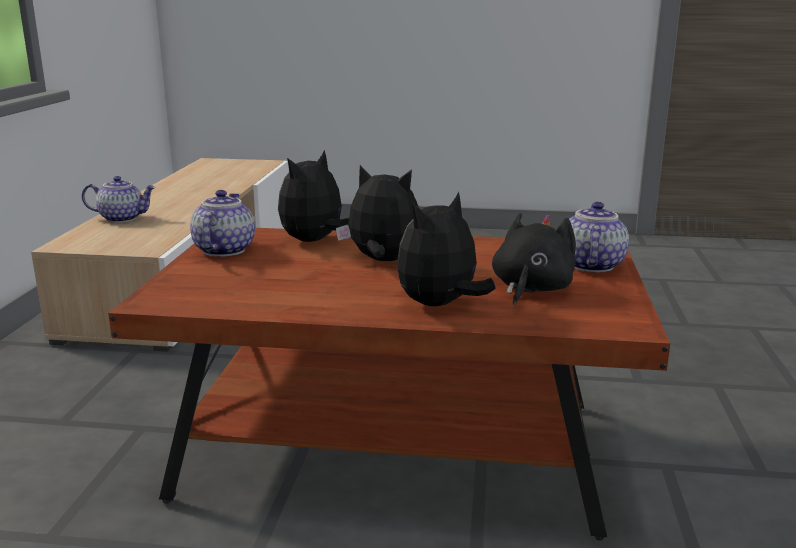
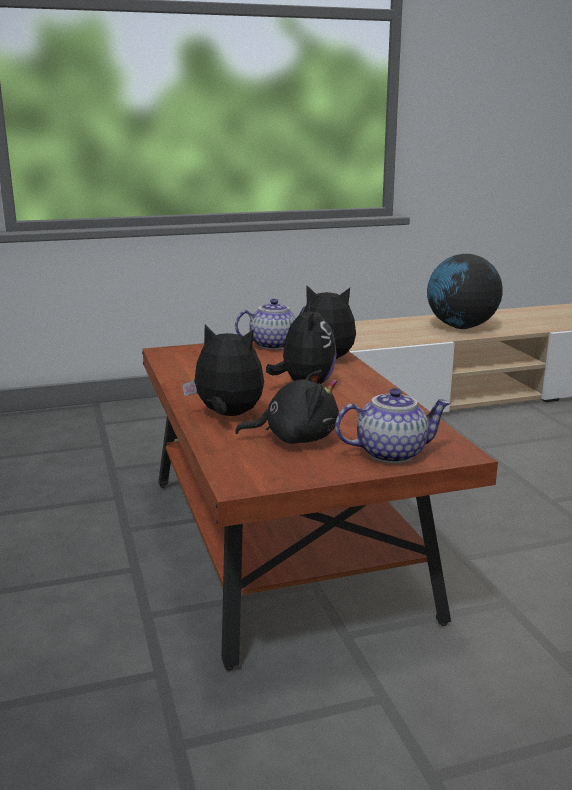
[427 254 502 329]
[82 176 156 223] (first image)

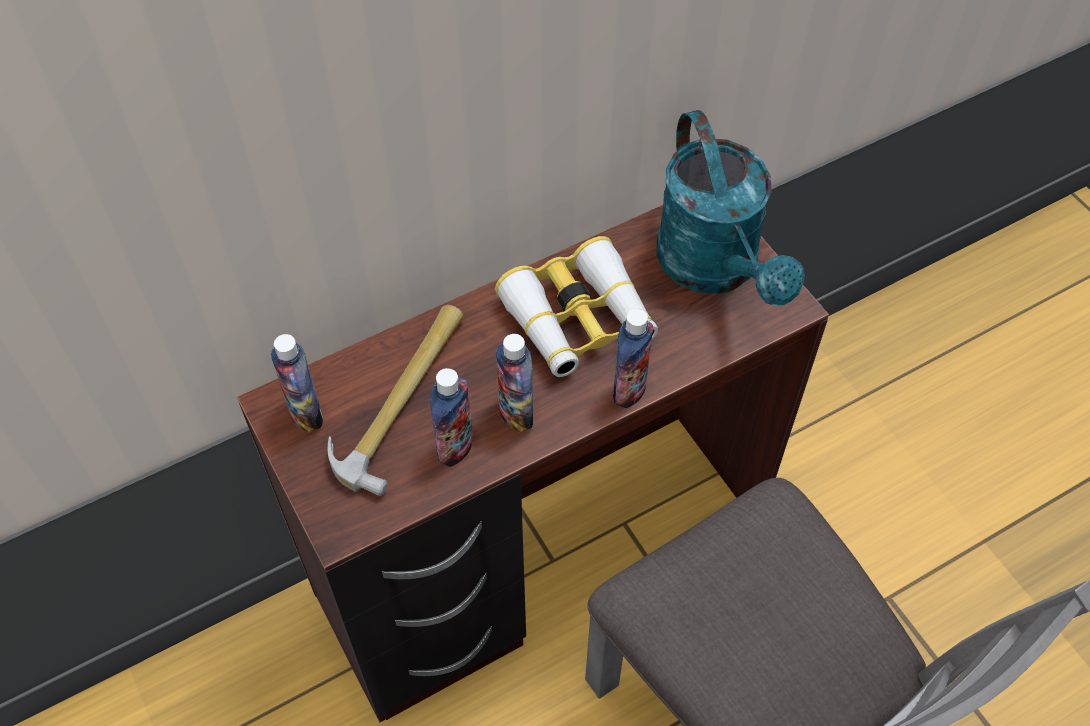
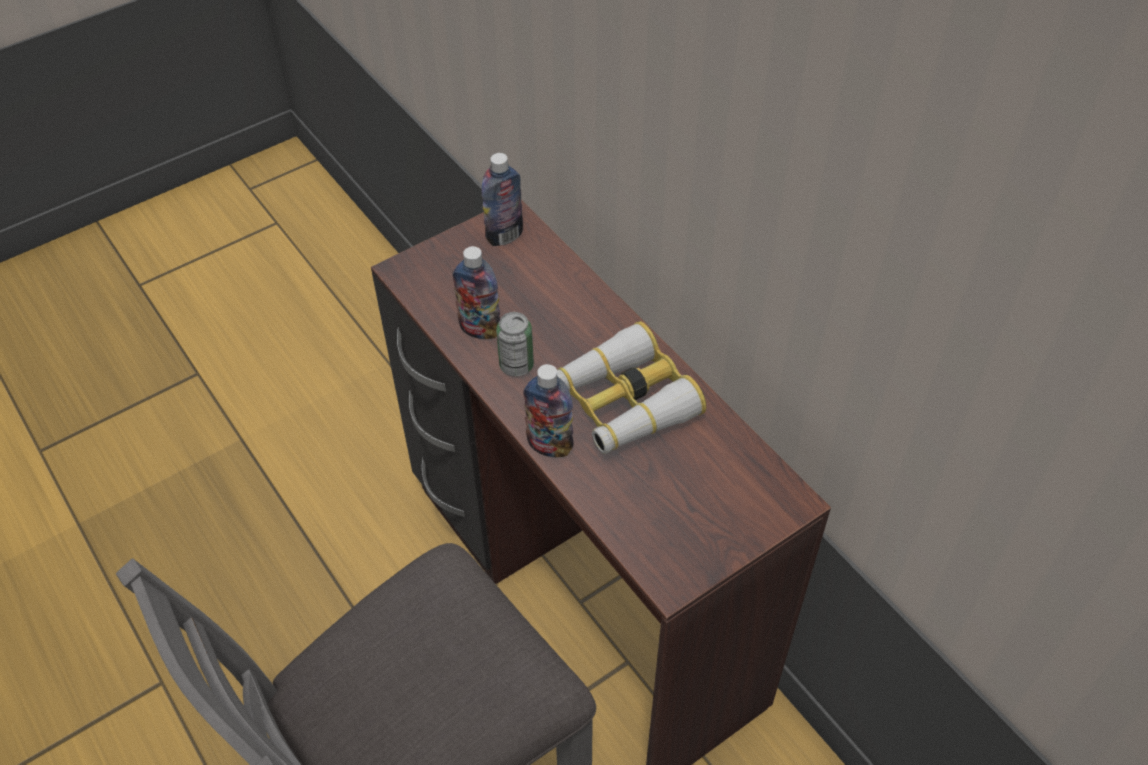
[496 312 534 377]
[327 305 463 496] (first image)
[656 110 805 306] (first image)

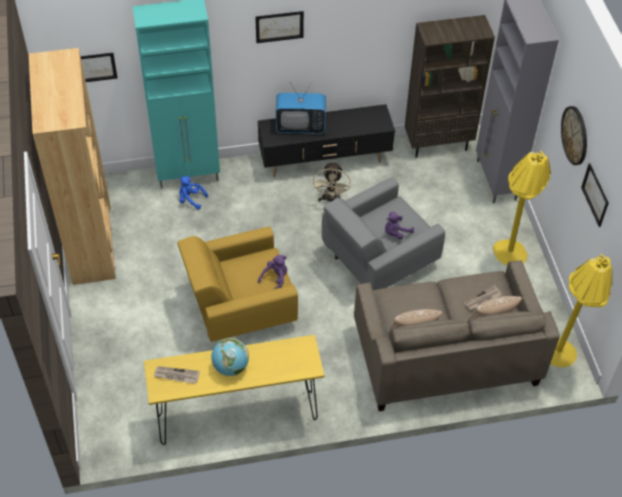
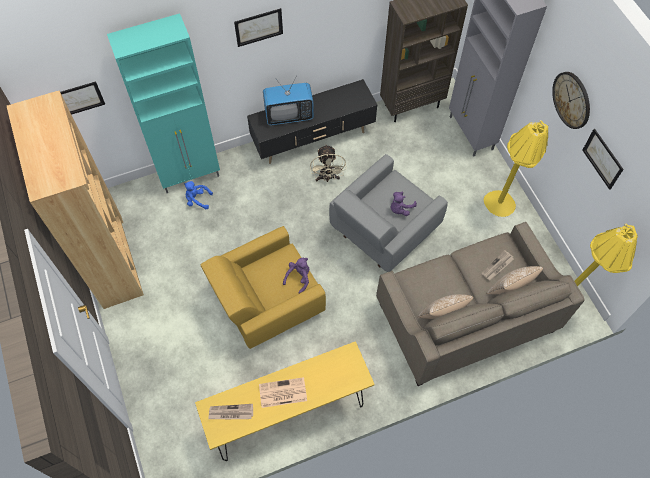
[259 377 307 408]

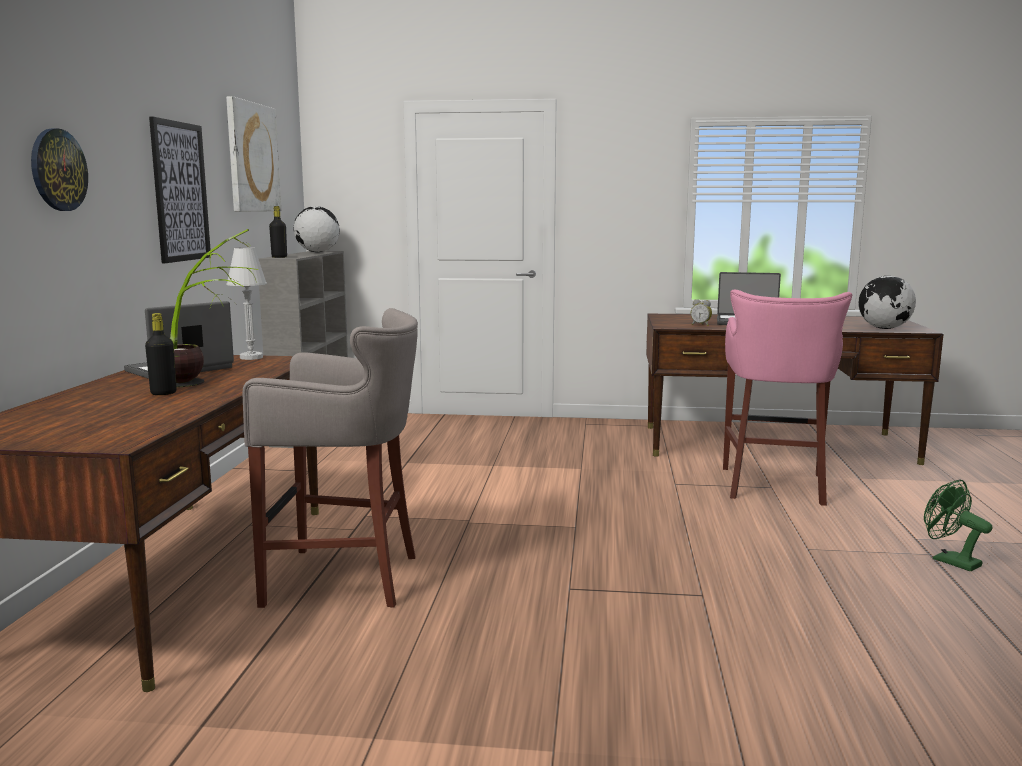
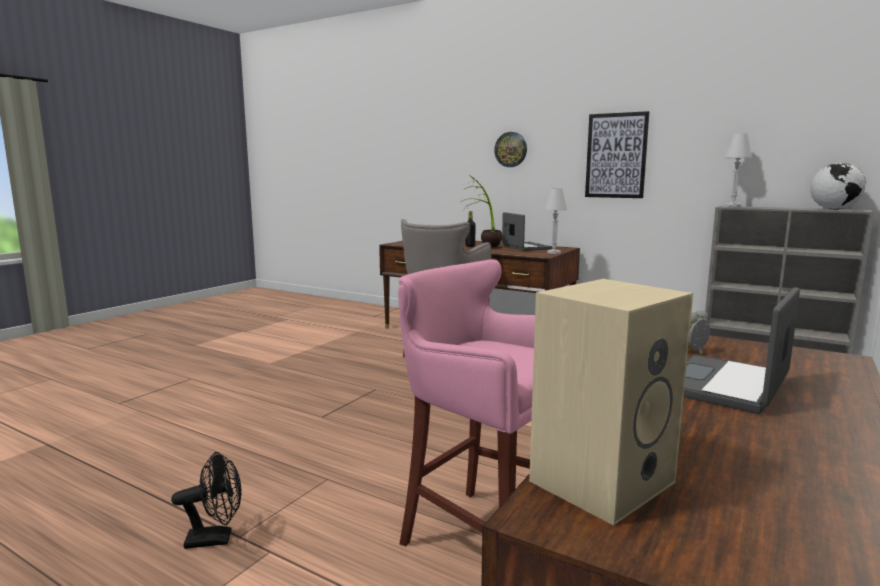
[171 452 241 549]
[529 279 693 525]
[724 134 752 207]
[226 96 281 212] (first image)

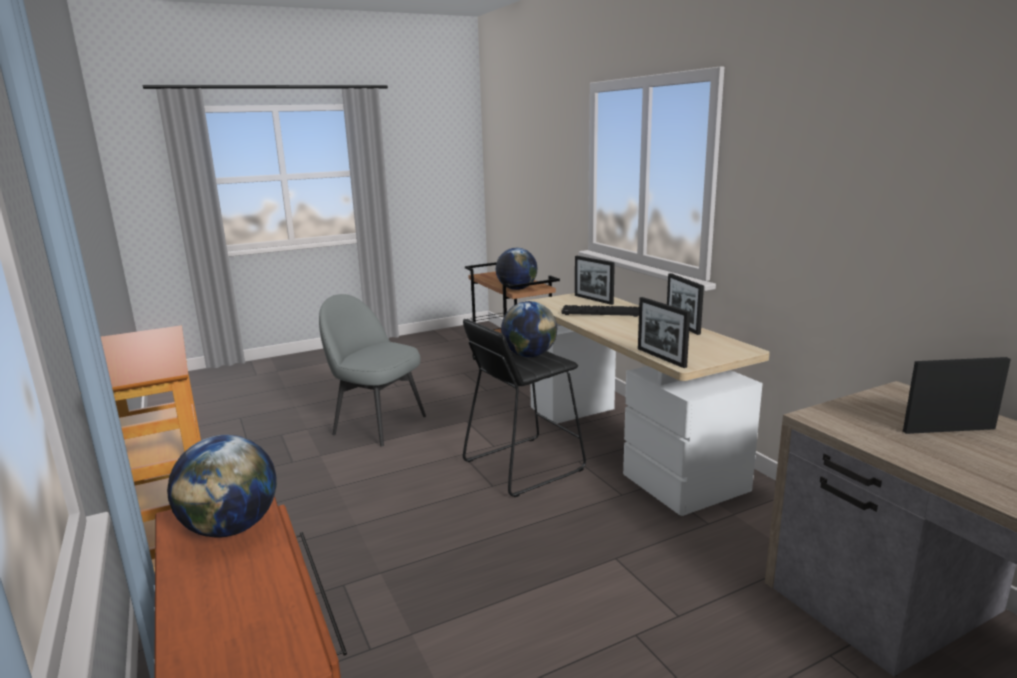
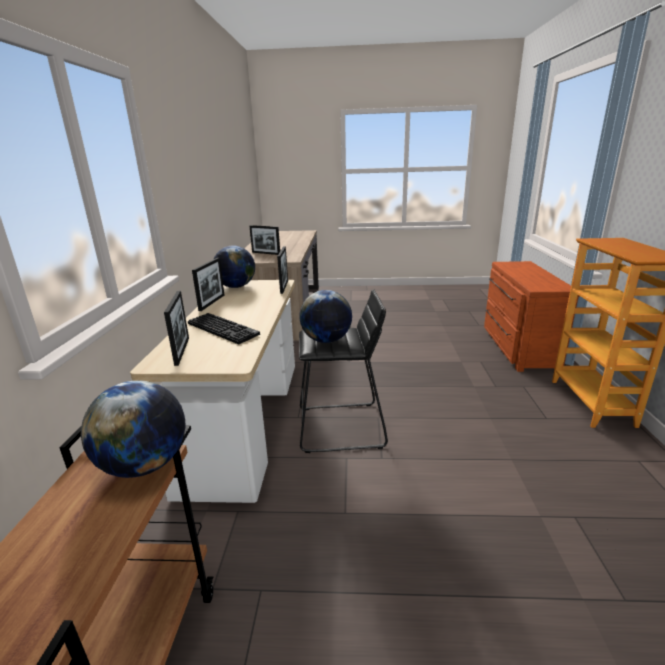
[214 245 255 288]
[319 294 426 446] (first image)

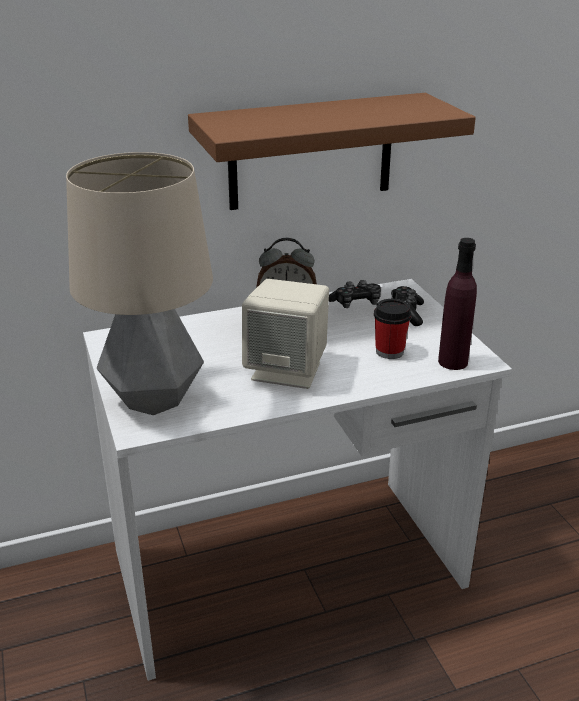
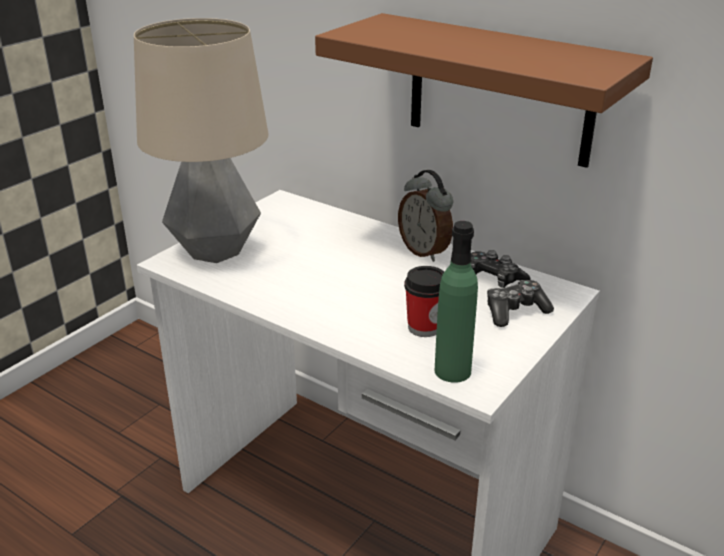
[435 221 478 383]
[242 279 329 389] (first image)

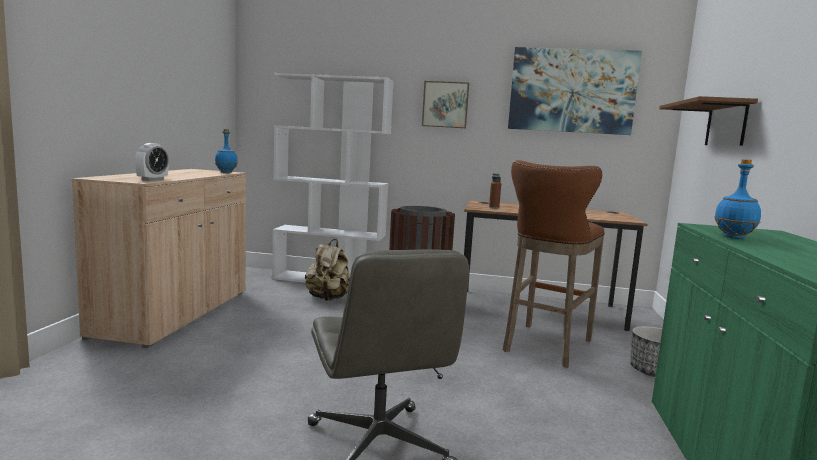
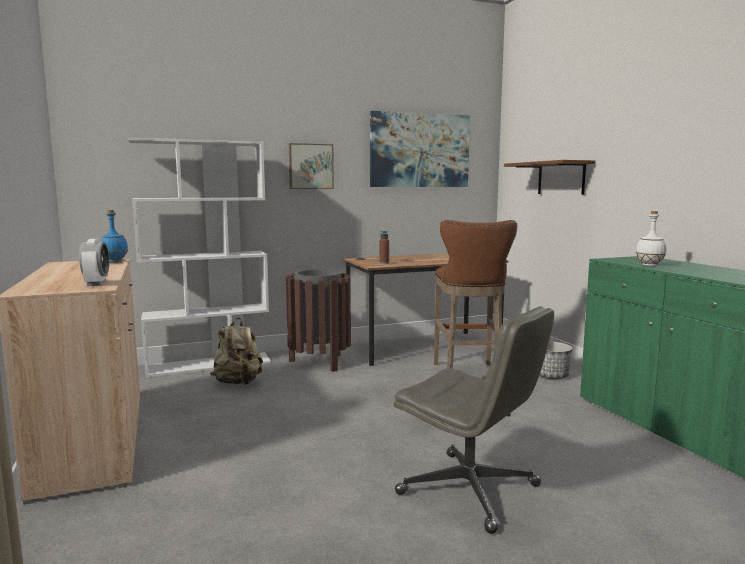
[636 211 666 266]

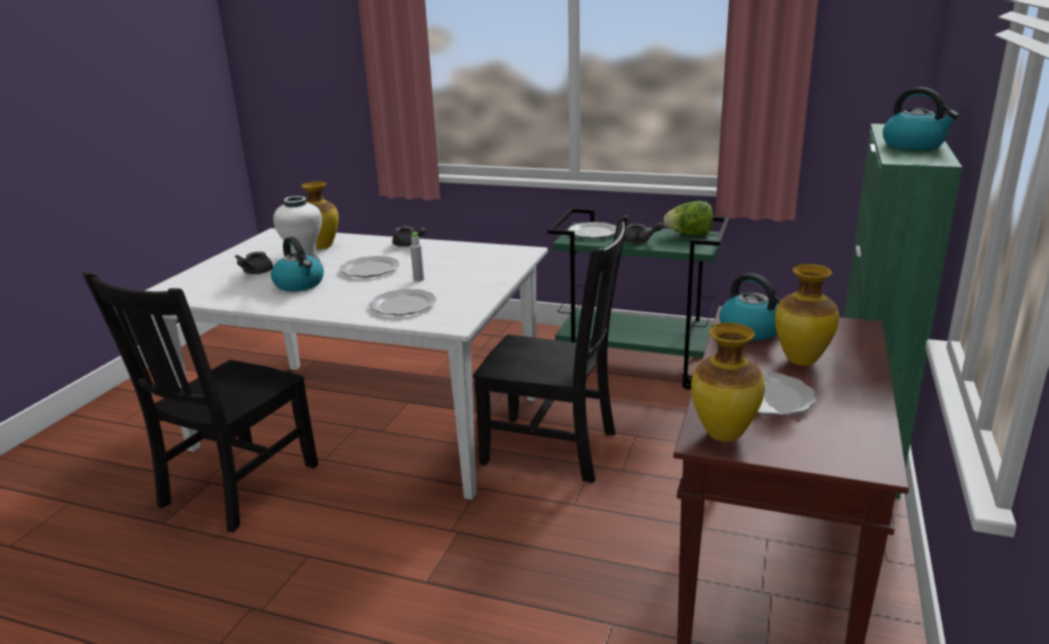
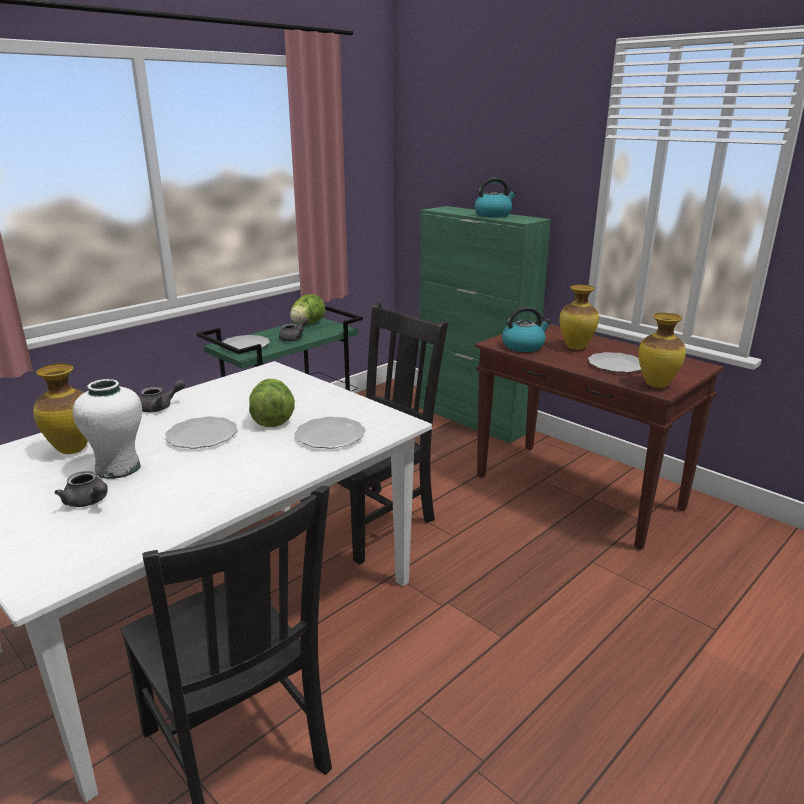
[249 379 295 427]
[271 237 324 292] (first image)

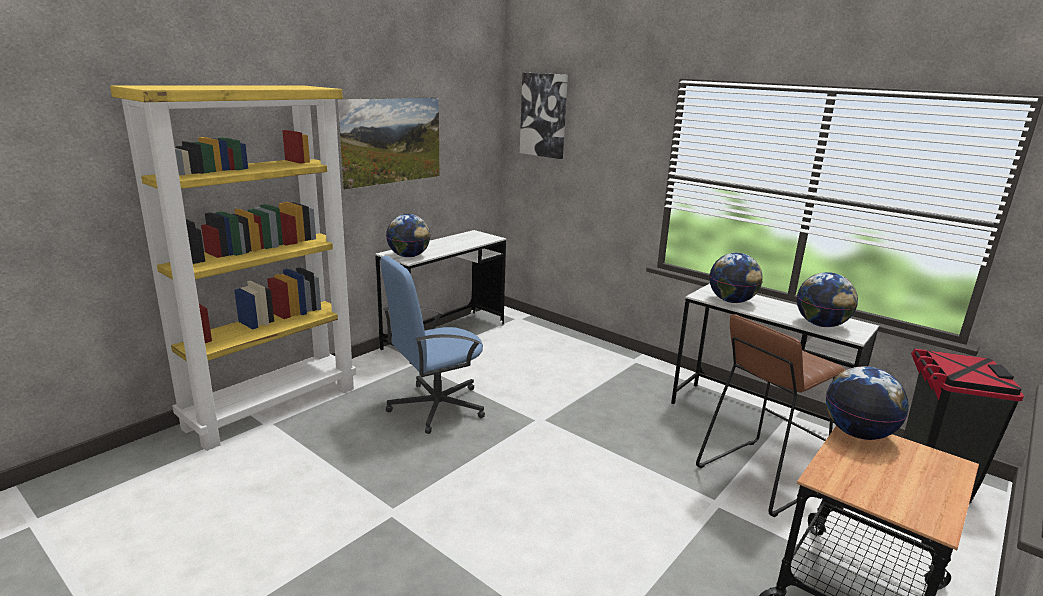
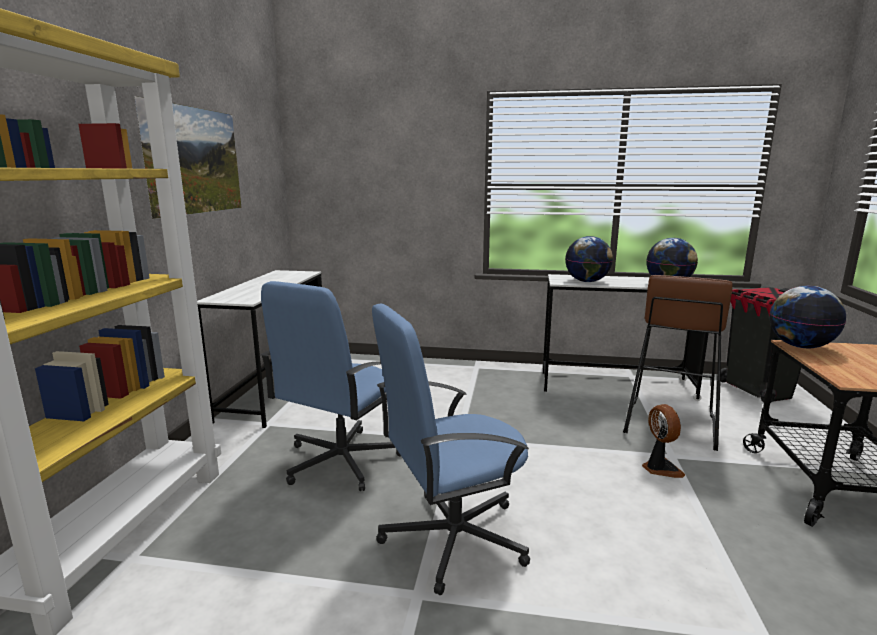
[372 304 530 595]
[642 404 685 478]
[386 214 430 257] (first image)
[520 73 568 159] (first image)

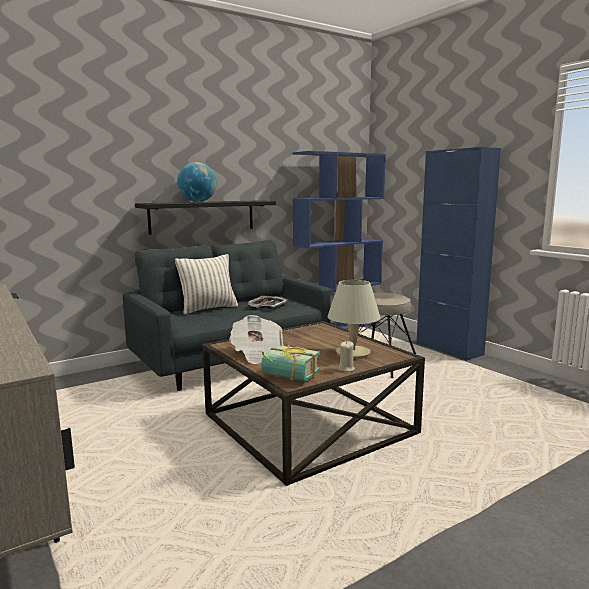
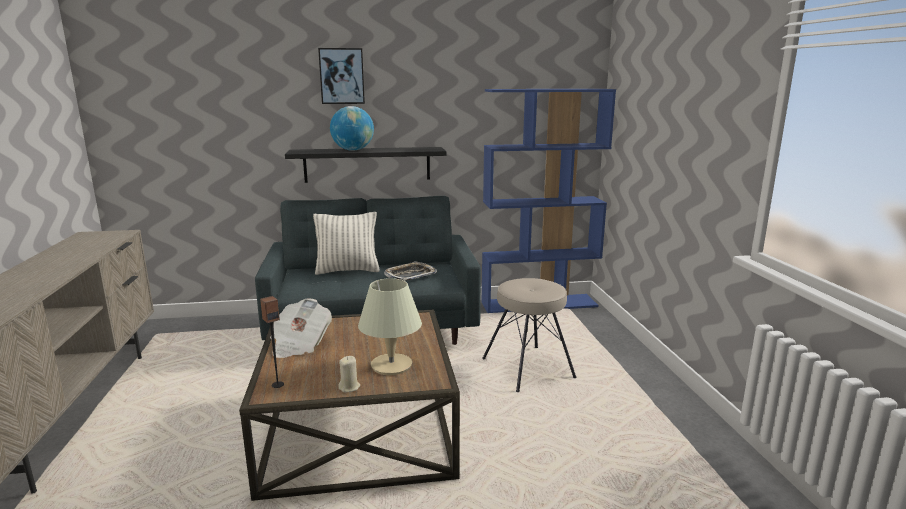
[260 296 284 388]
[318 48 365 104]
[416 147 501 361] (first image)

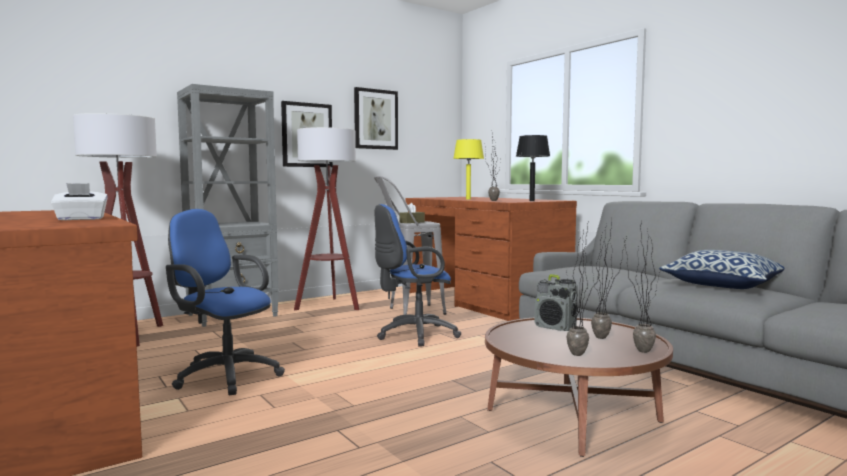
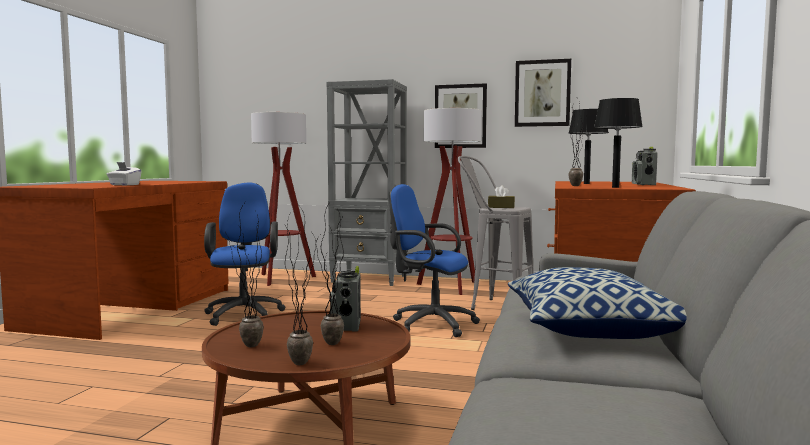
[568 109 609 184]
[632 147 658 185]

